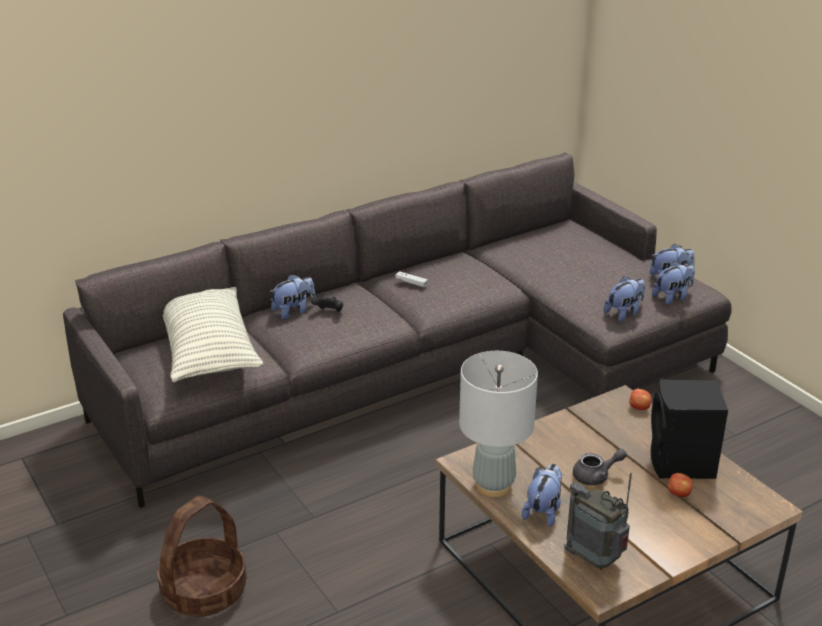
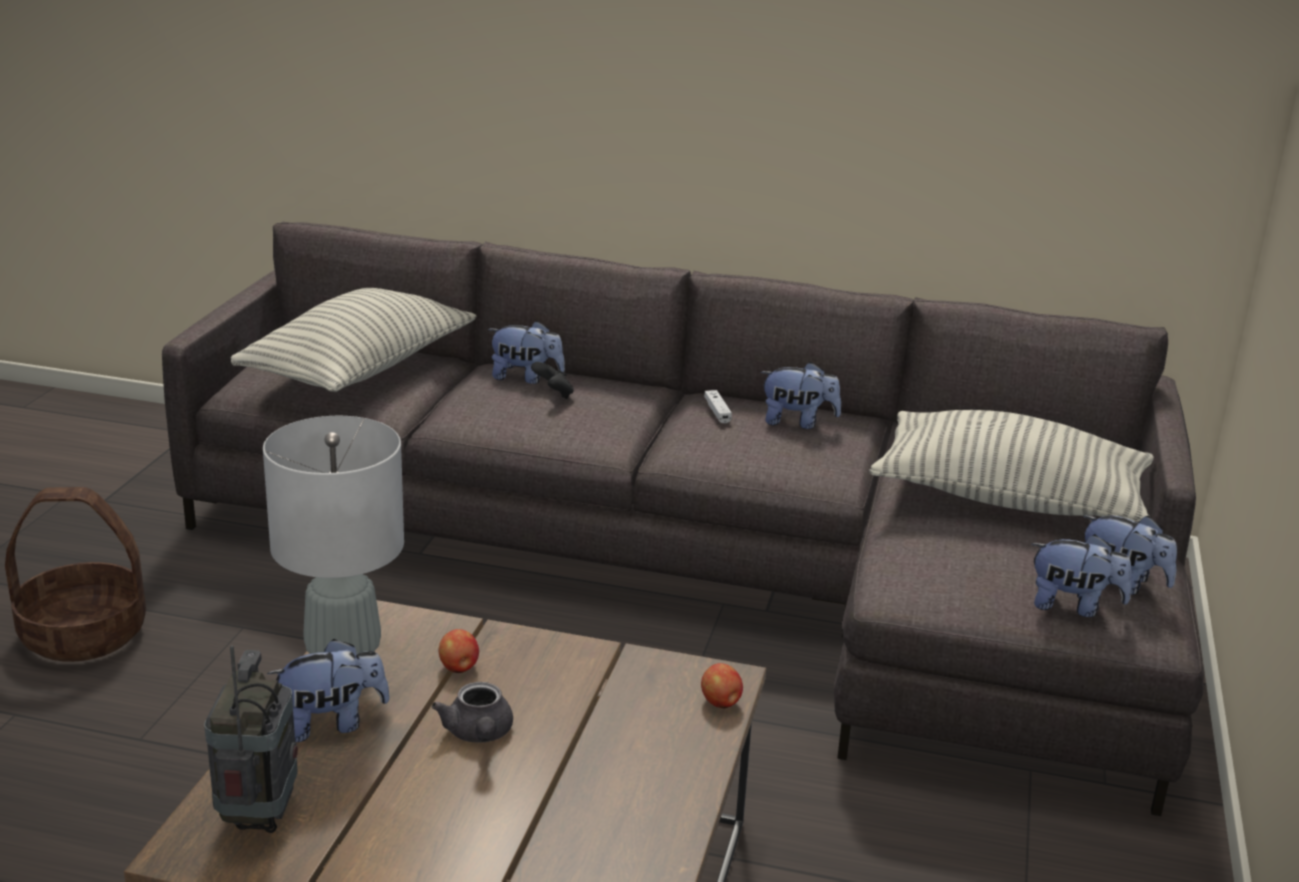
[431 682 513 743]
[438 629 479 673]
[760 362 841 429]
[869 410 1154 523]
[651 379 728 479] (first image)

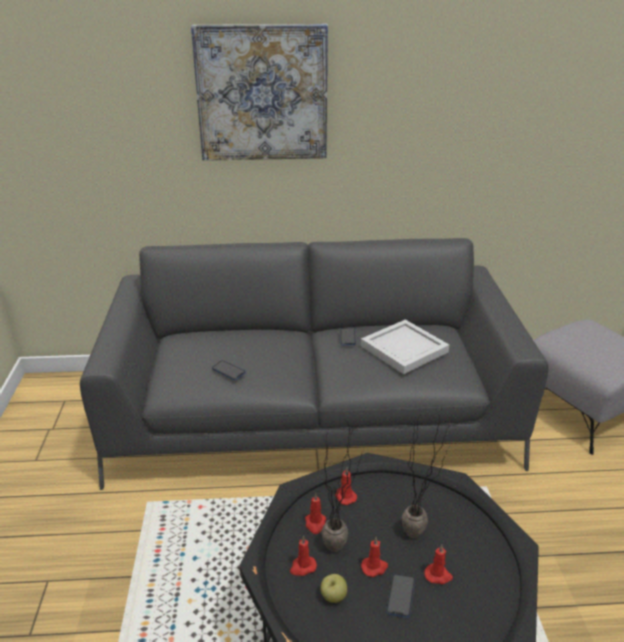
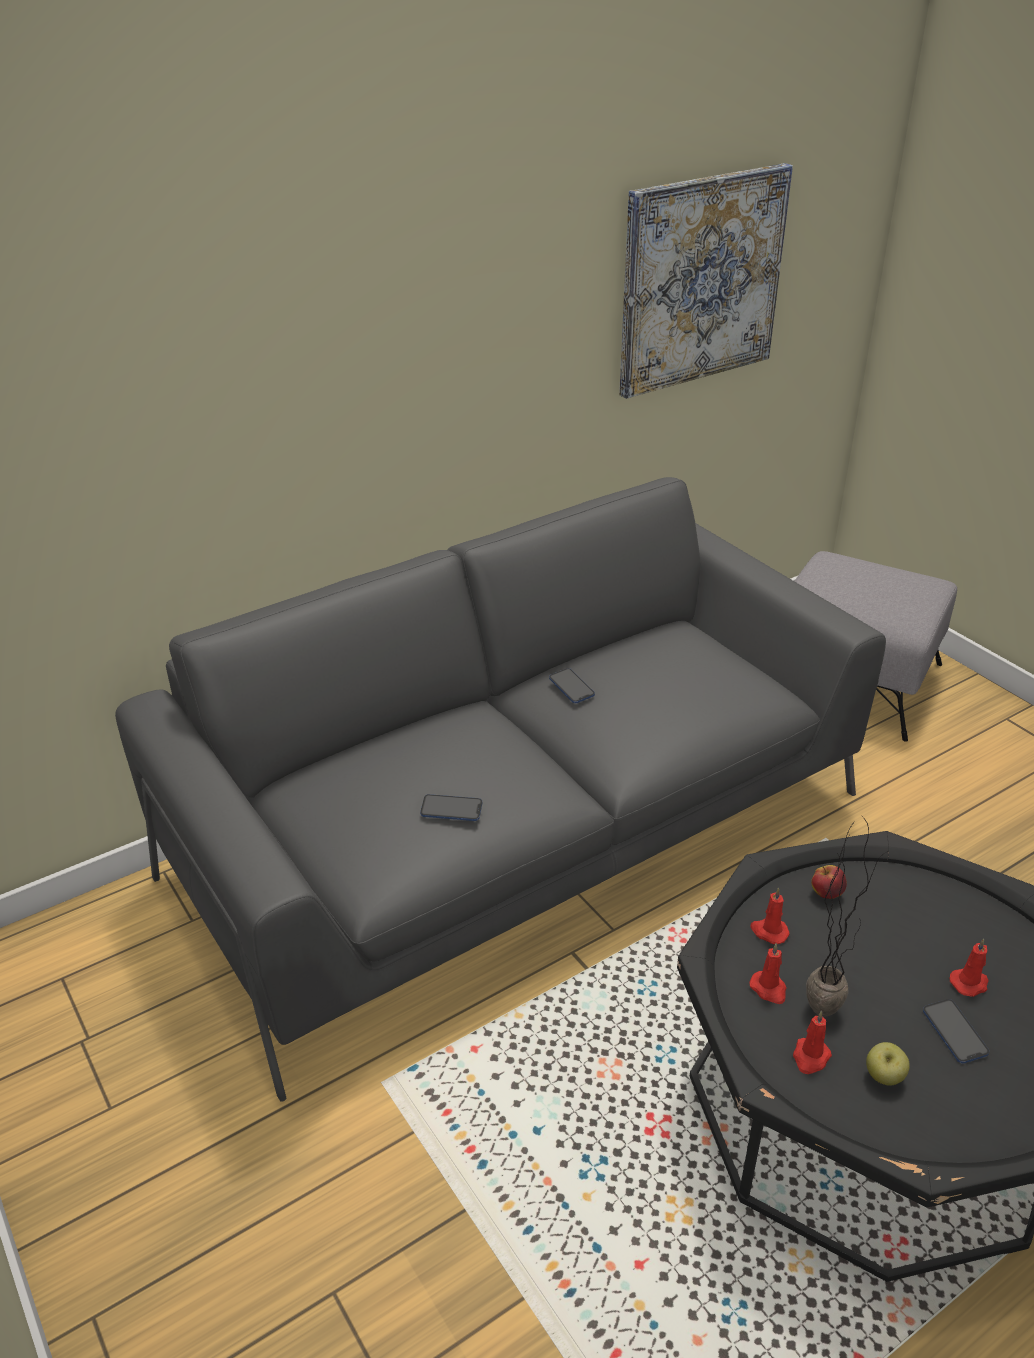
[619 163 793 399]
[811 865 847 899]
[361 320 449 374] (first image)
[361 537 388 577] (first image)
[402 406 452 538] (first image)

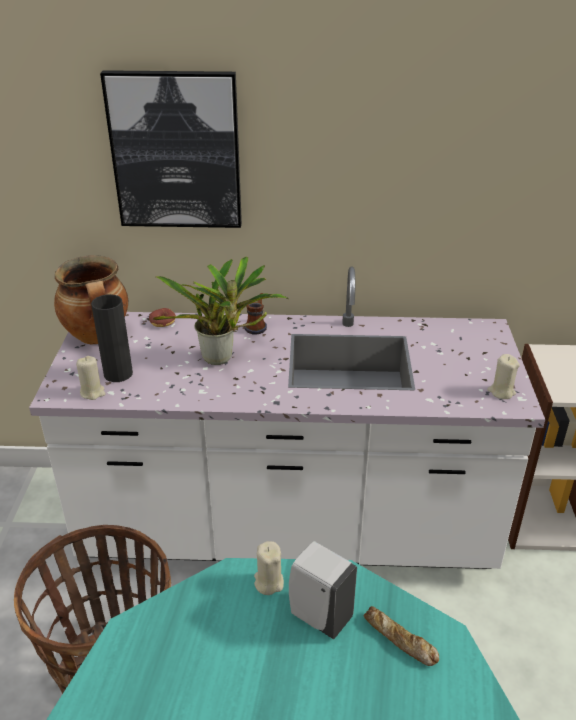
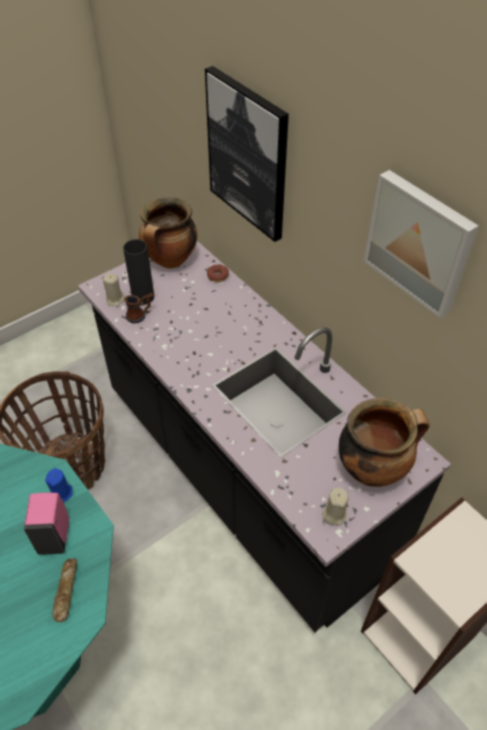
[24 493 69 555]
[45 468 72 502]
[78 241 451 632]
[124 293 153 324]
[339 398 429 487]
[364 170 479 318]
[153 256 288 365] (first image)

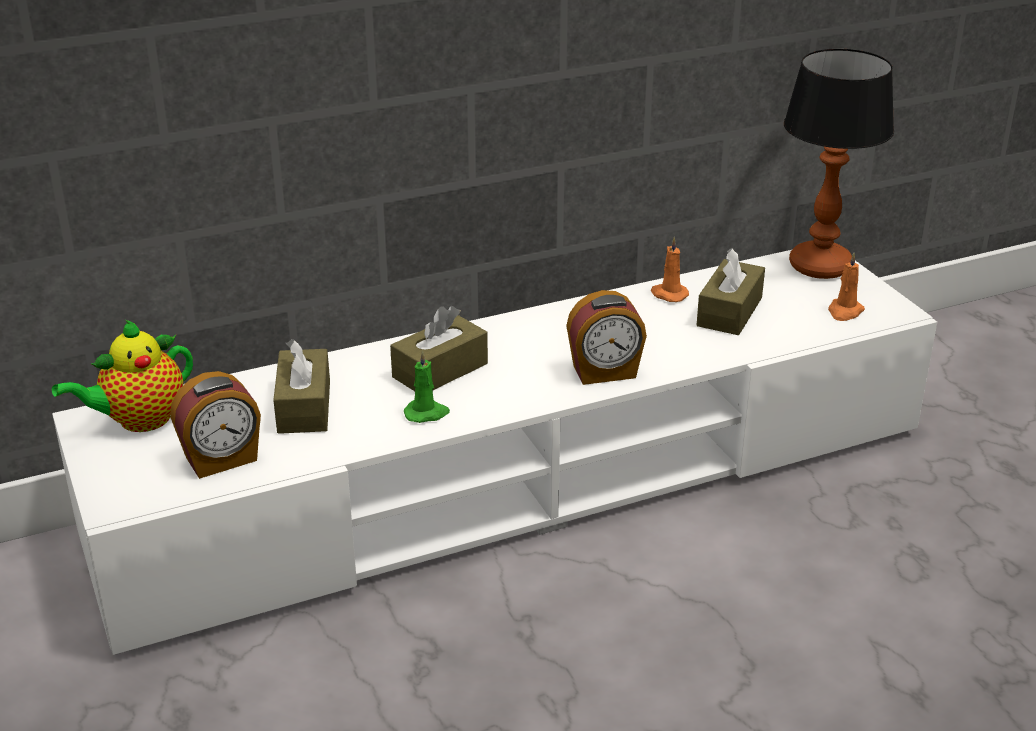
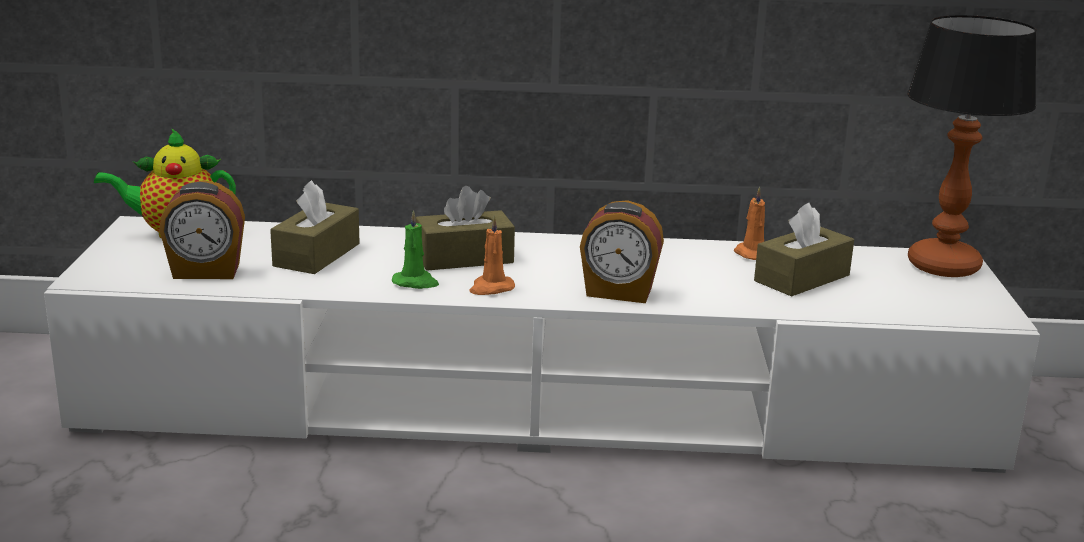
[469 216 515 295]

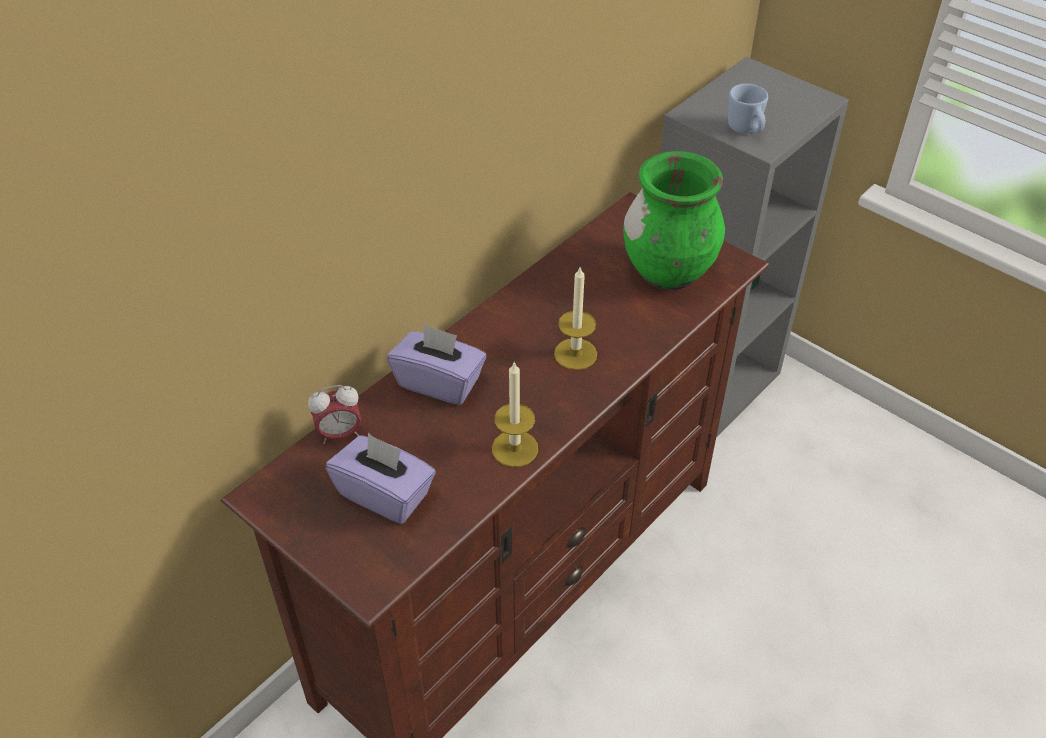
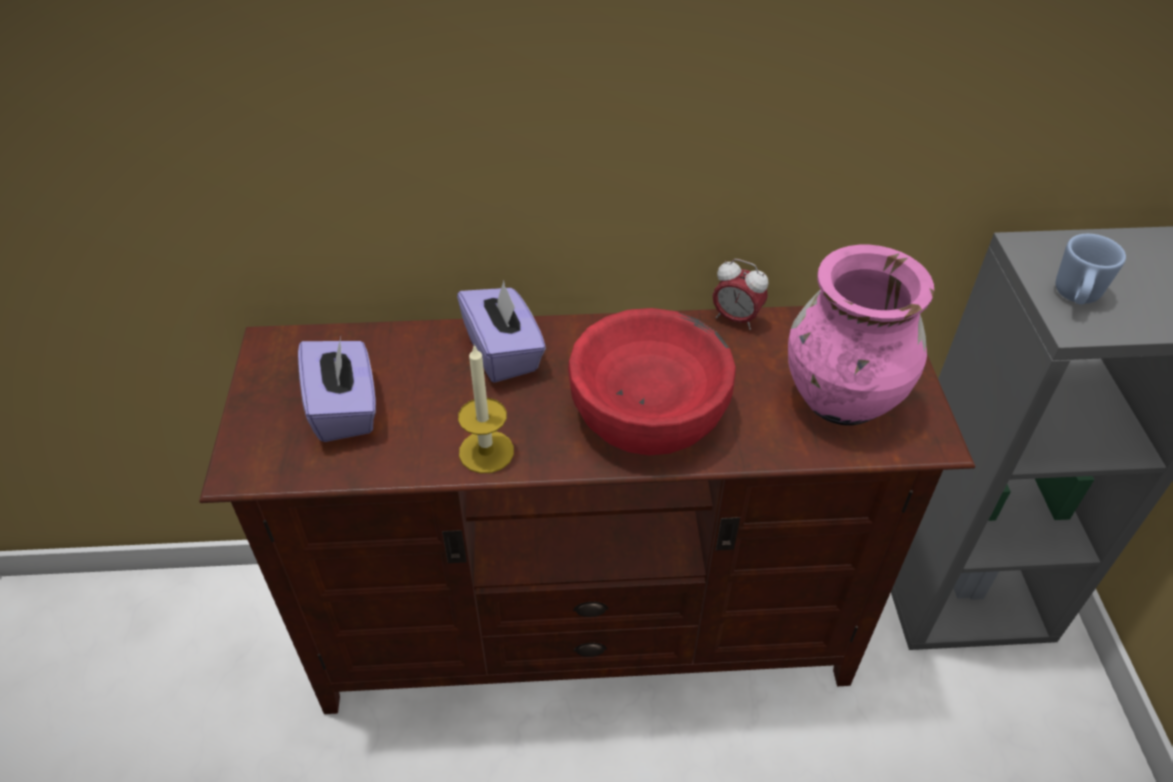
[568 308 736 455]
[713 259 768 330]
[788 245 934 425]

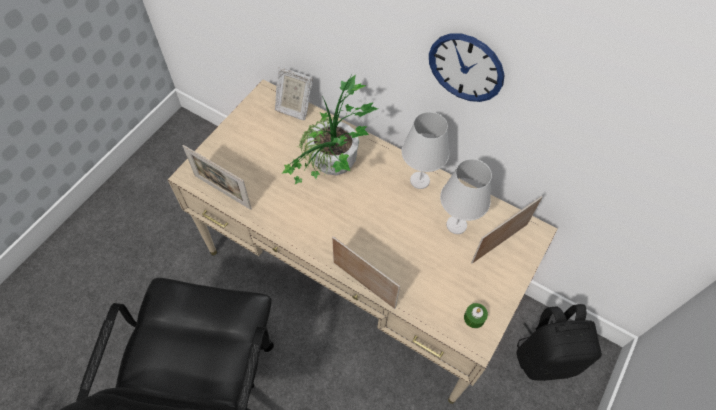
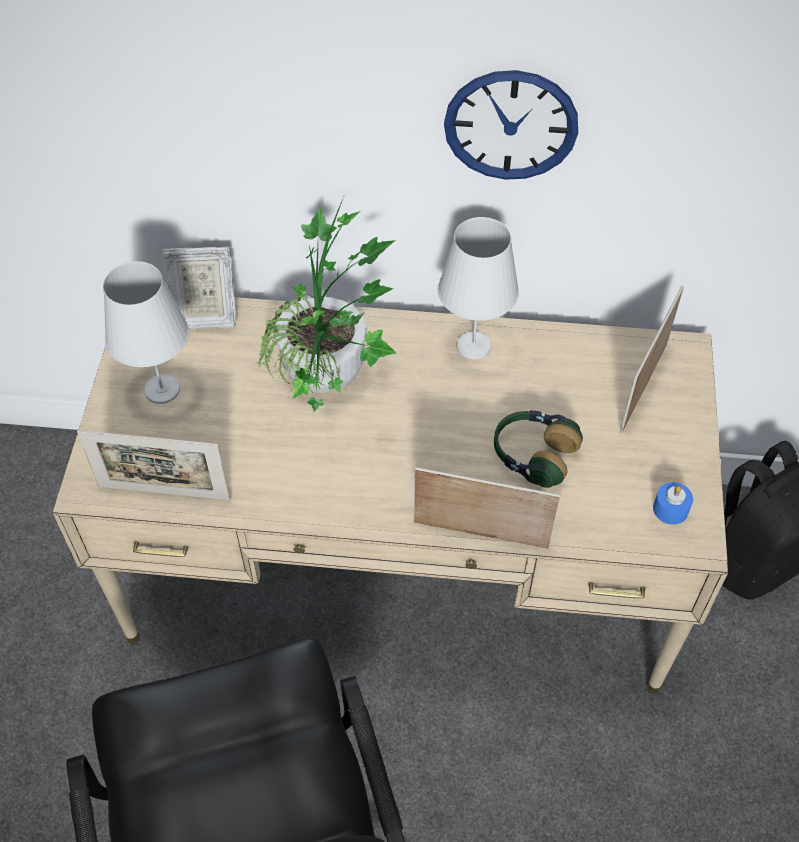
[103 261 189 404]
[494 410 583 488]
[653 482 693 525]

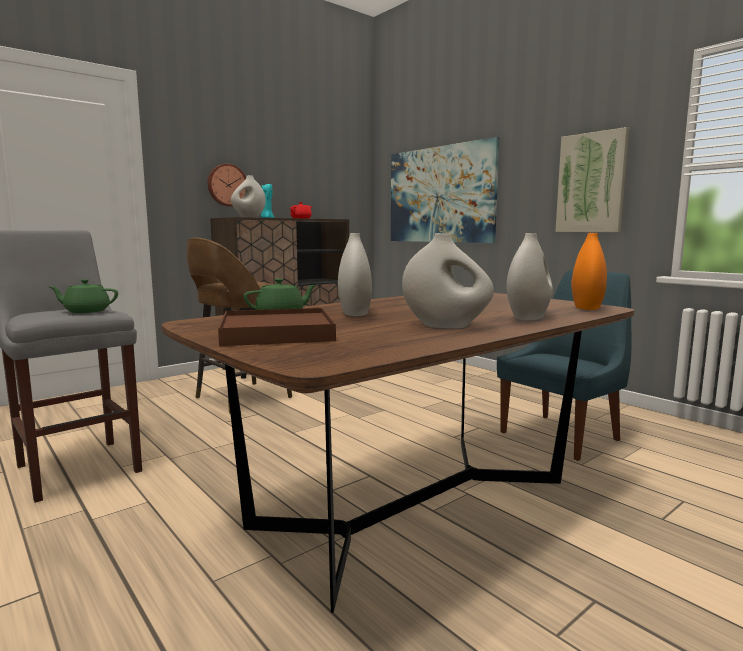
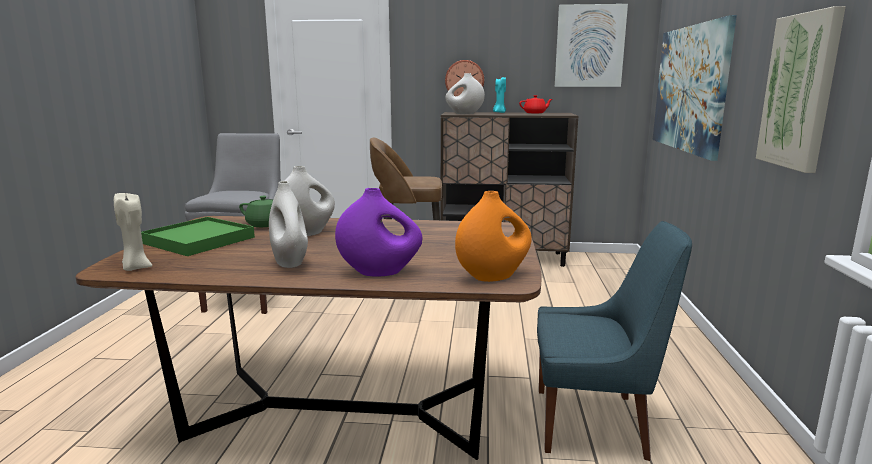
[114 191 152 271]
[141 217 255 256]
[335 188 422 277]
[555 4 628 87]
[49 279 118 313] (first image)

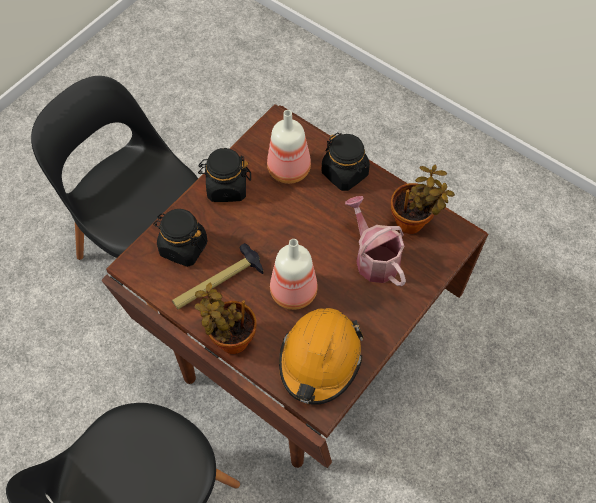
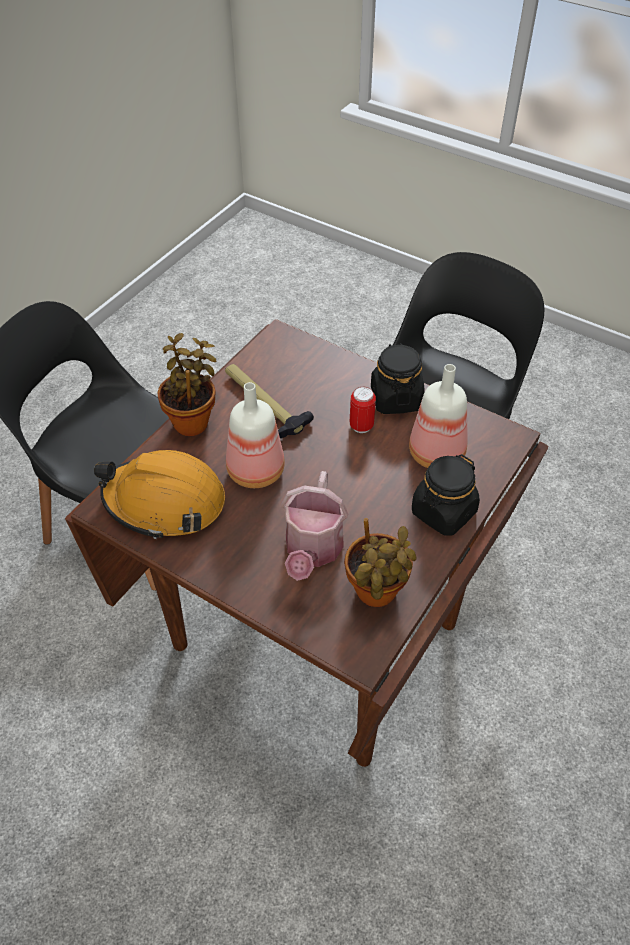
[281 471 348 581]
[350 387 376 433]
[153 209 208 267] (first image)

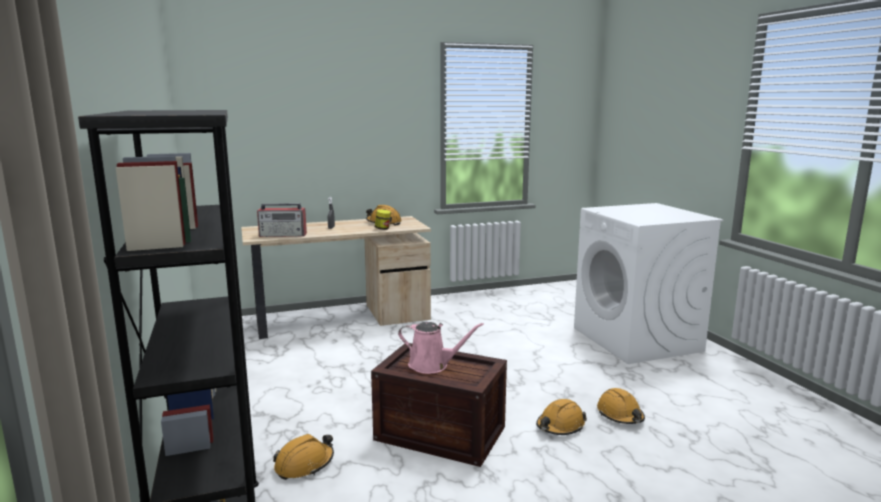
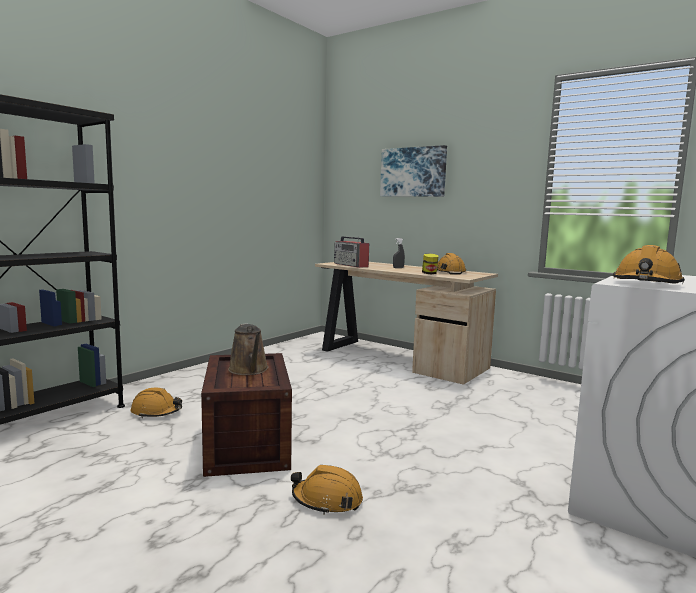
[228 323 268 375]
[380 145 447 197]
[613 245 685 284]

